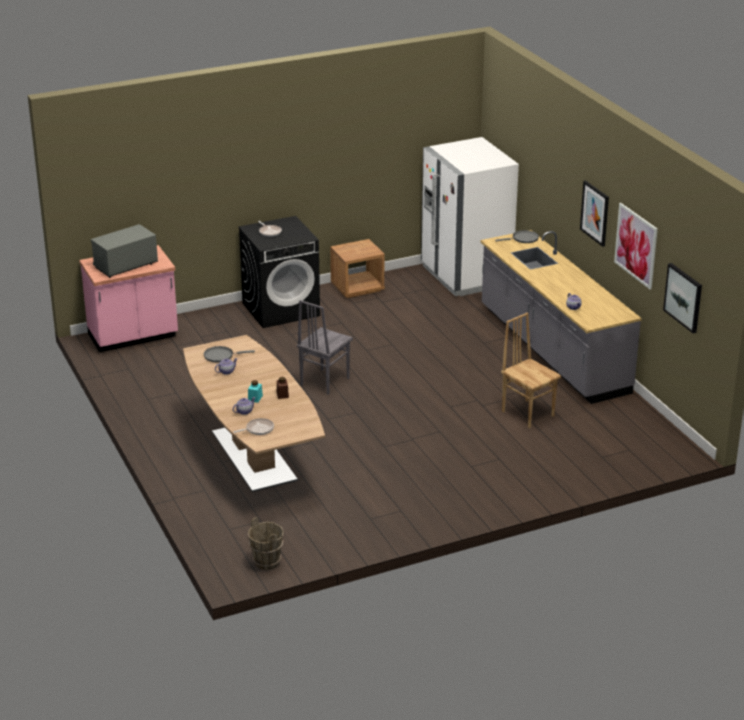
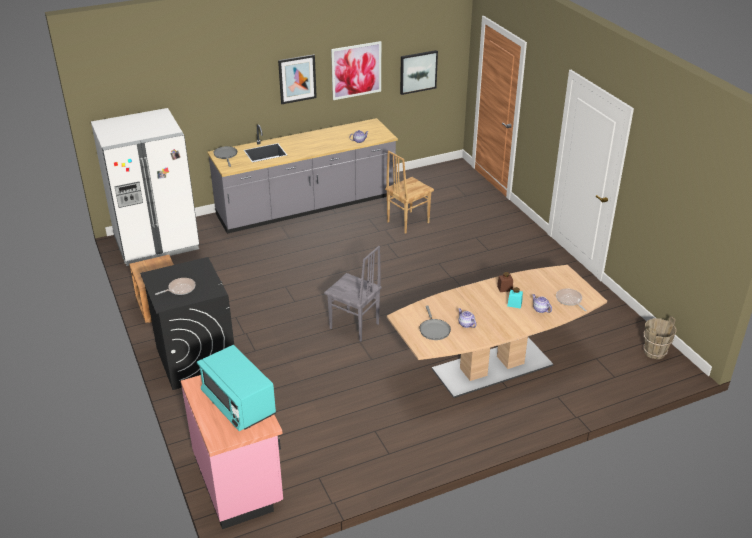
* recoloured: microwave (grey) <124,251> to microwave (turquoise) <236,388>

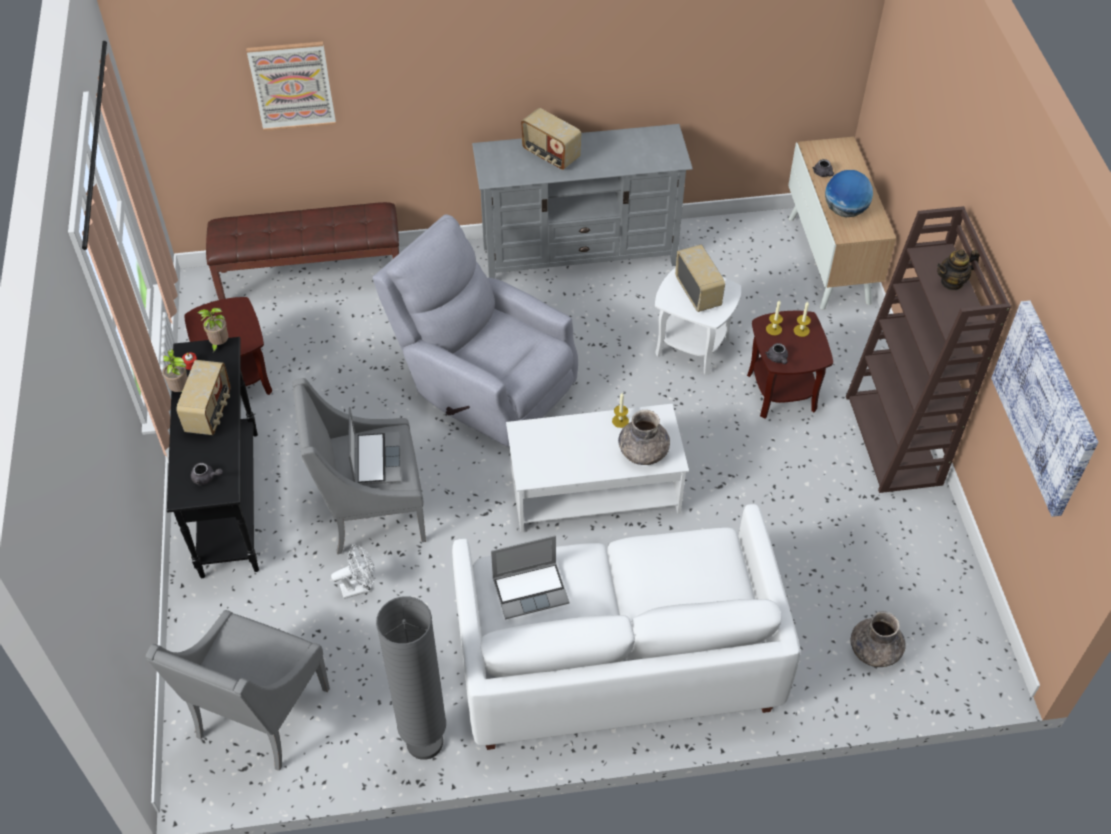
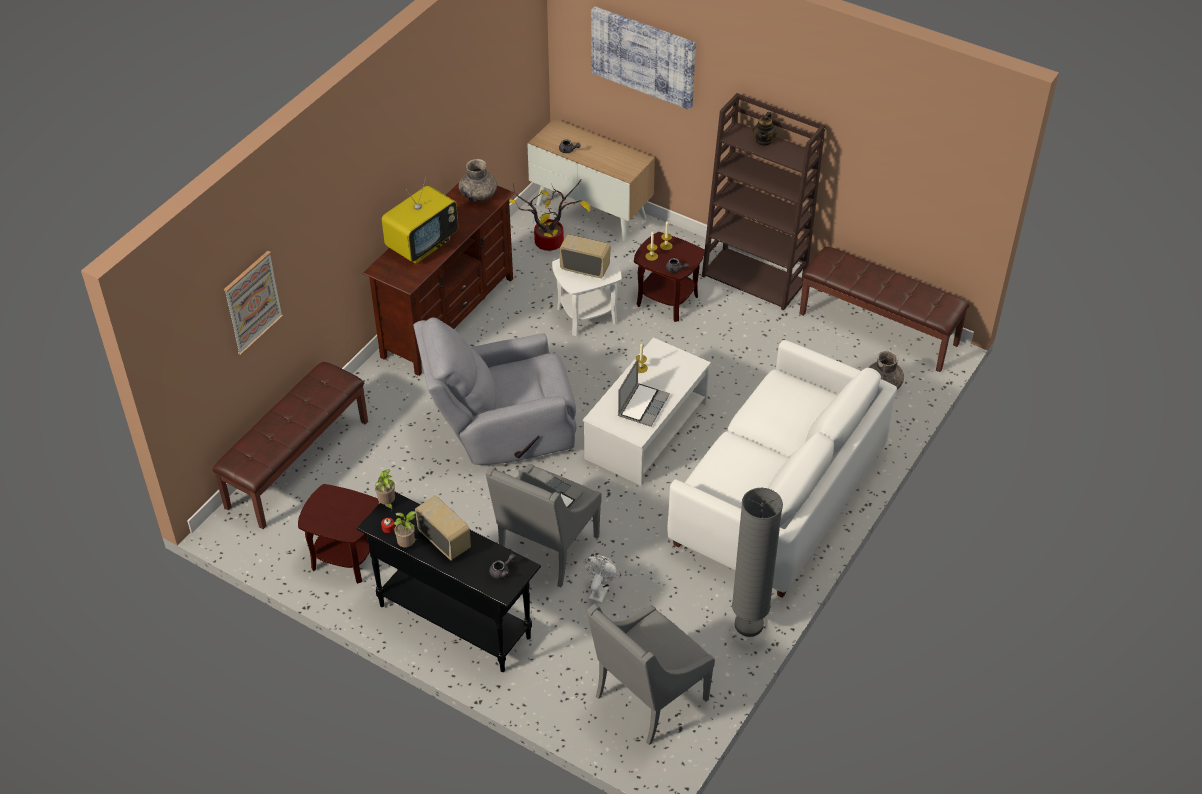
* removed: globe <849,193>
* added: potted plant <550,215>
* added: bench (brown) <884,309>
* moved: laptop <530,577> to <644,392>
* moved: vase (grey) <644,437> to <478,180>
* moved: picture <1045,408> to <643,58>
* replaced: radio <551,139> to television <420,220>
* recoloured: tv stand (grey) <582,201> to tv stand (brown) <438,279>
* turned: armchair (grey) <238,690> = <651,674> 75 degrees clockwise

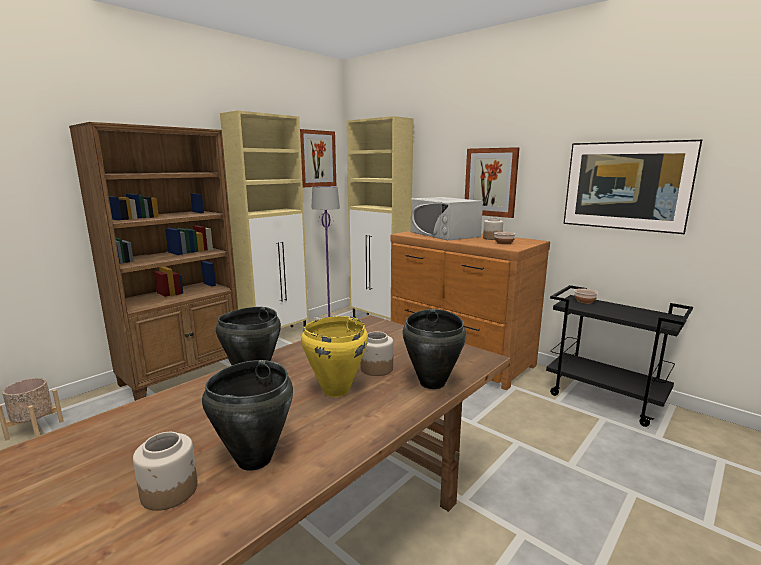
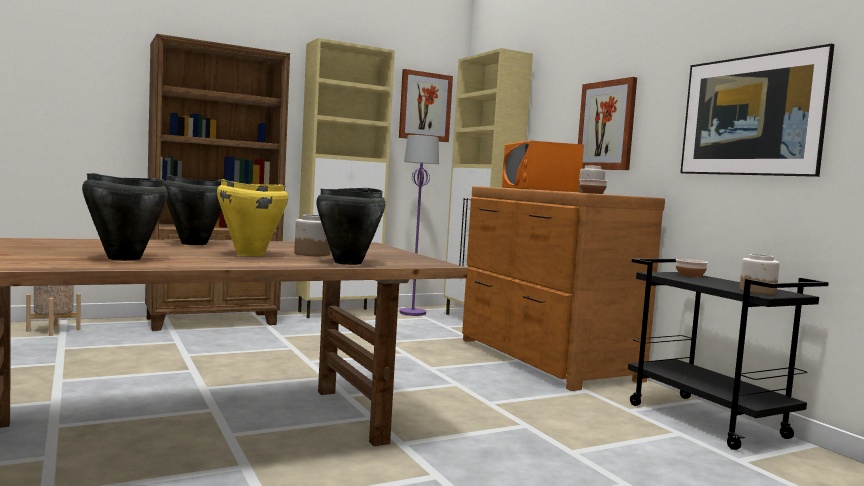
* moved: jar <165,471> to <759,274>
* recoloured: microwave (white) <447,219> to microwave (orange) <543,166>

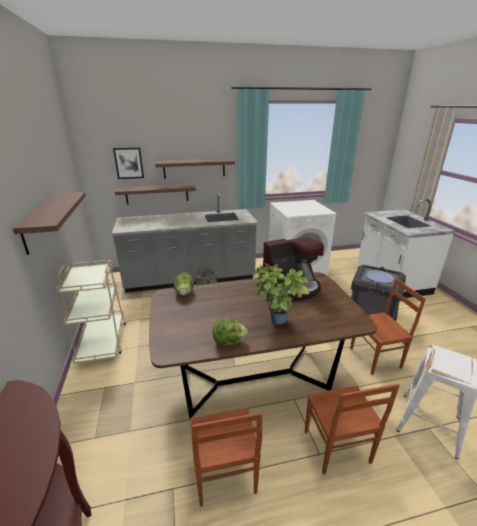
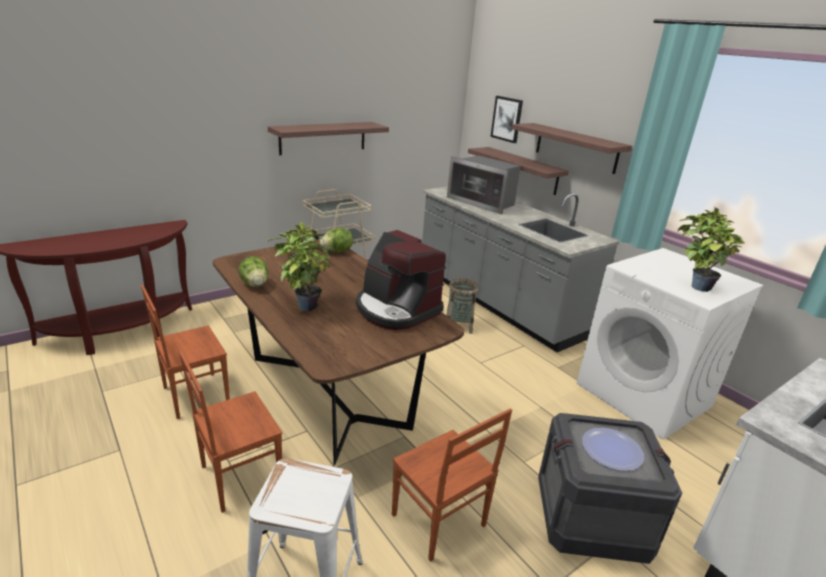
* added: microwave <484,185>
* added: potted plant <711,249>

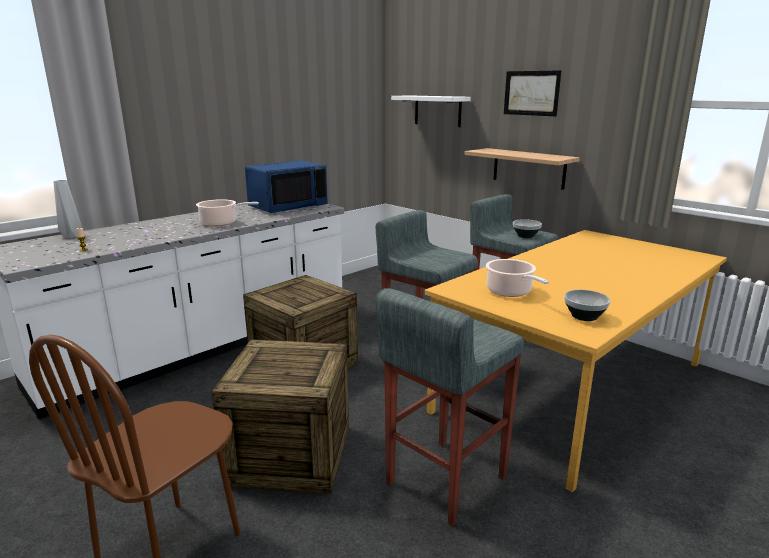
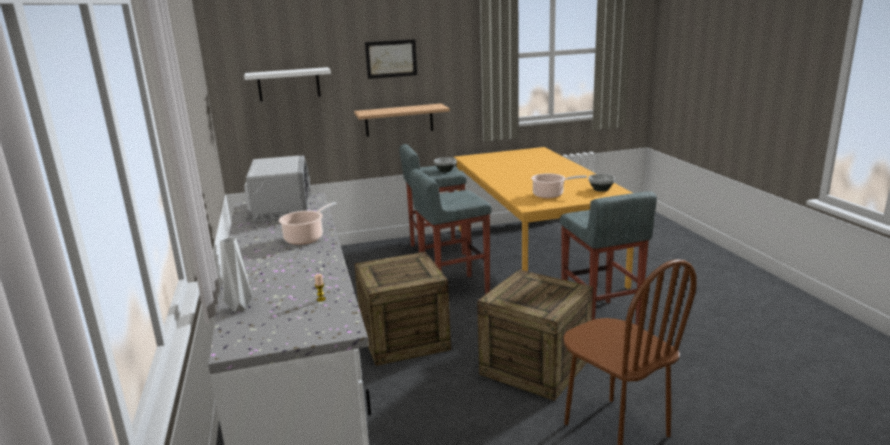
* recoloured: microwave (blue) <286,186> to microwave (grey) <277,188>

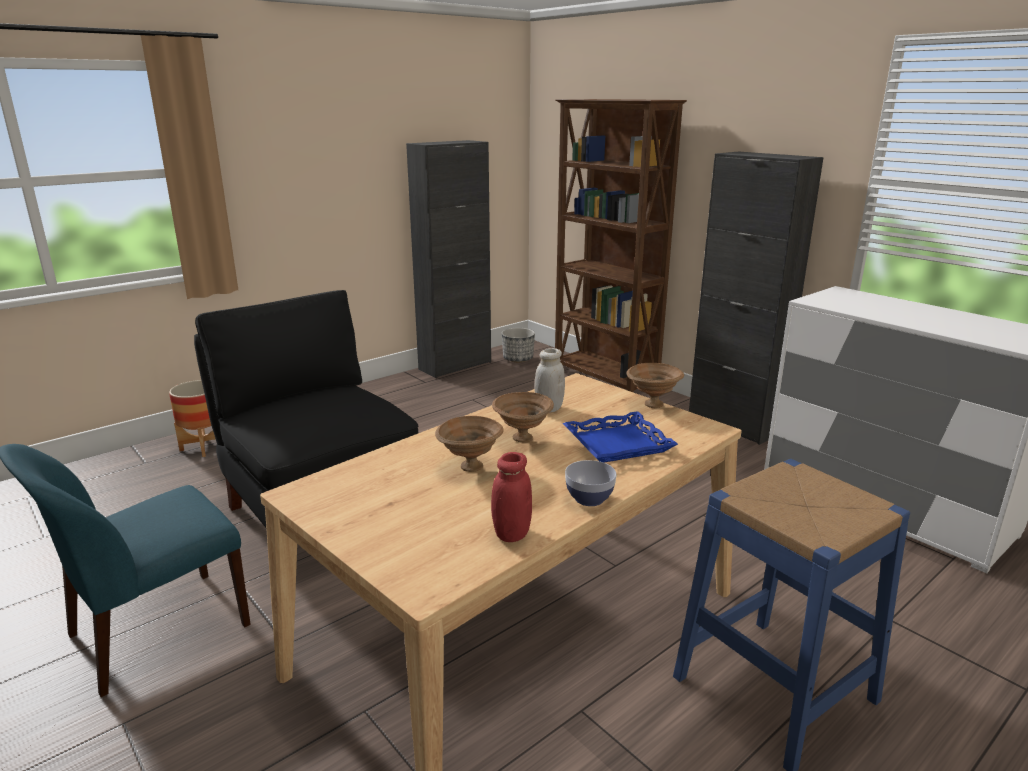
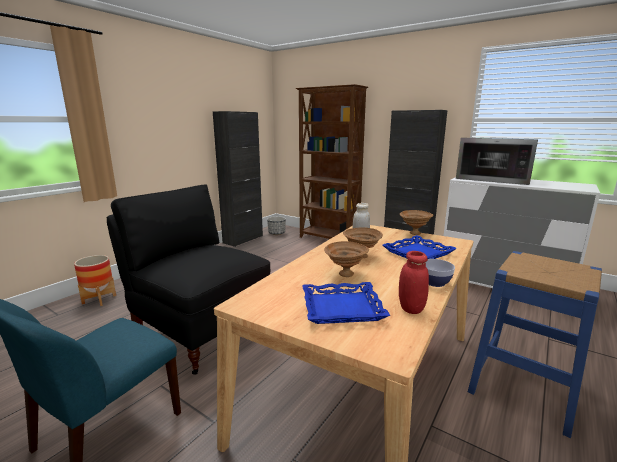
* added: tray (blue) <346,303>
* added: microwave <497,161>

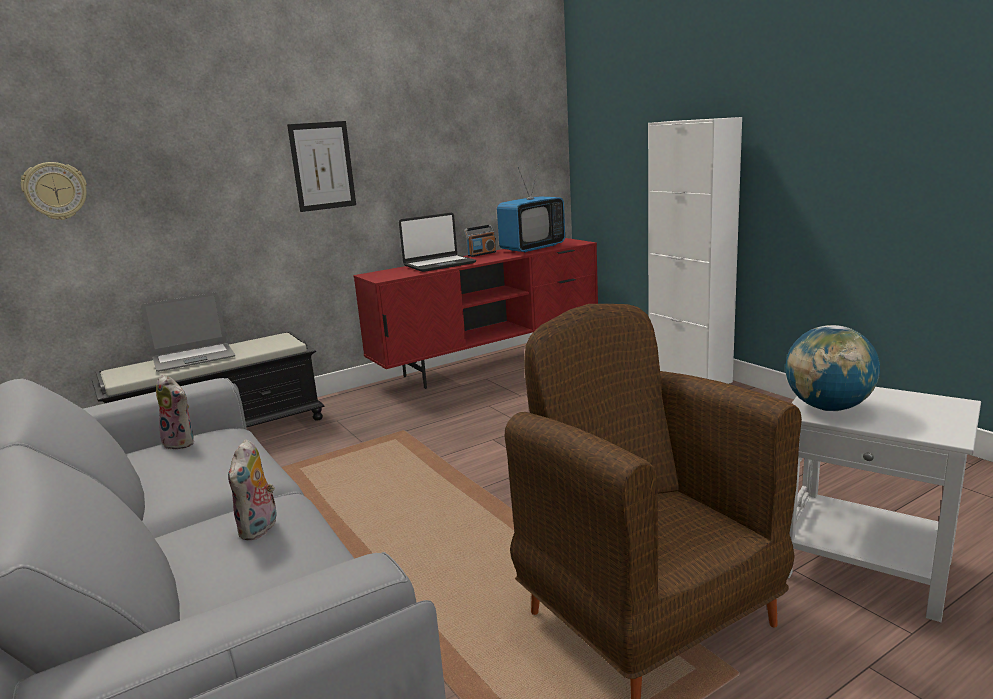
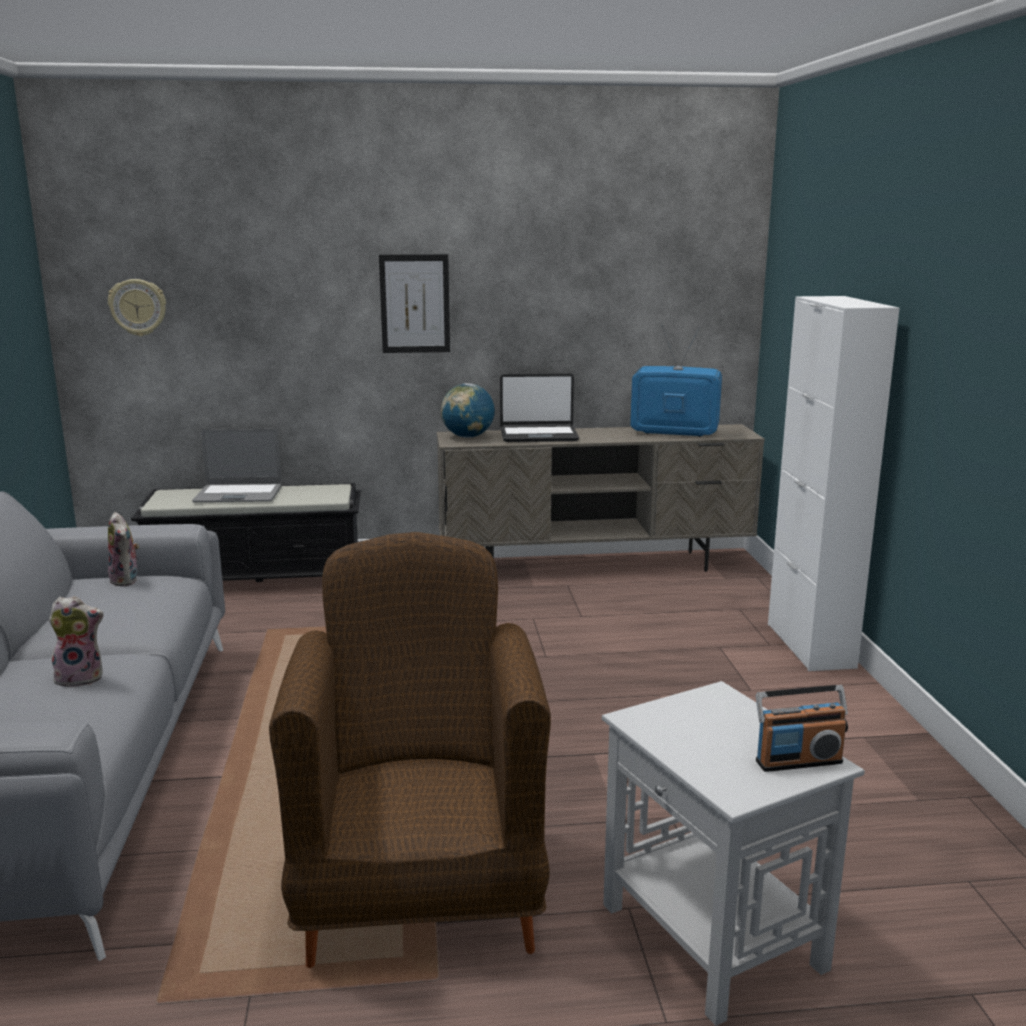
* moved: radio <480,241> to <802,728>
* moved: globe <832,368> to <468,410>
* recoloured: tv stand (red) <475,313> to tv stand (beige) <601,498>
* turned: plush toy <253,489> = <76,641> 135 degrees counterclockwise
* turned: television <531,208> = <676,381> 150 degrees counterclockwise

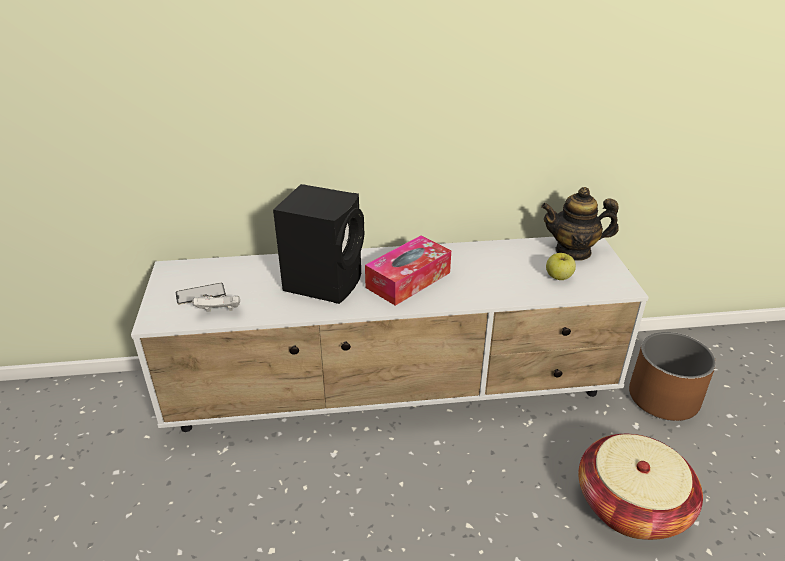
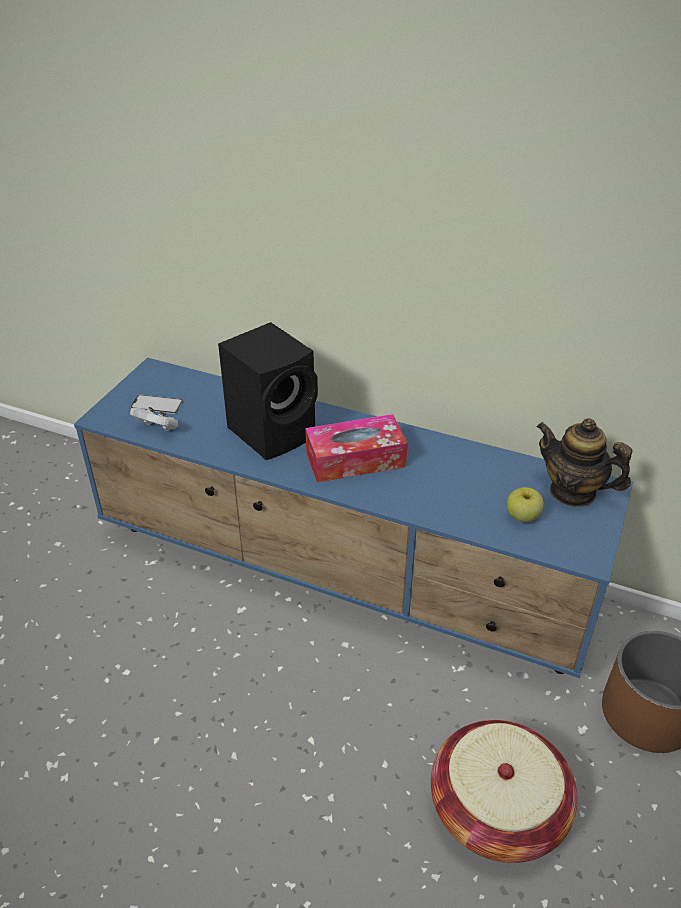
* recoloured: tv stand (white) <390,334> to tv stand (blue) <353,518>

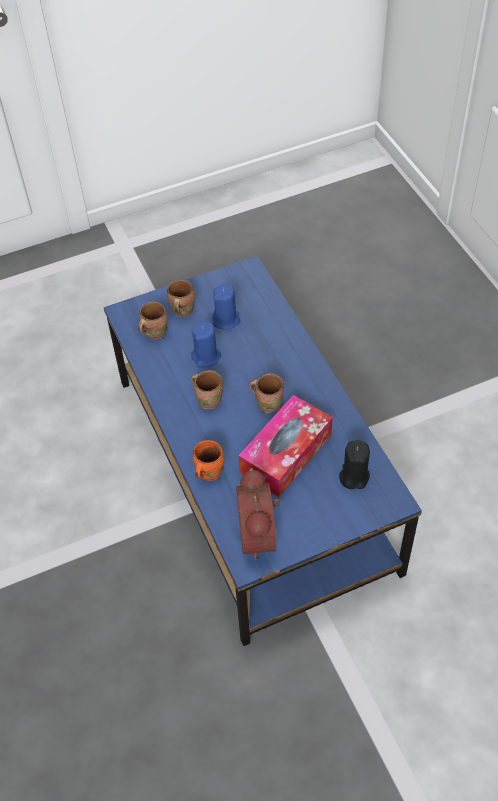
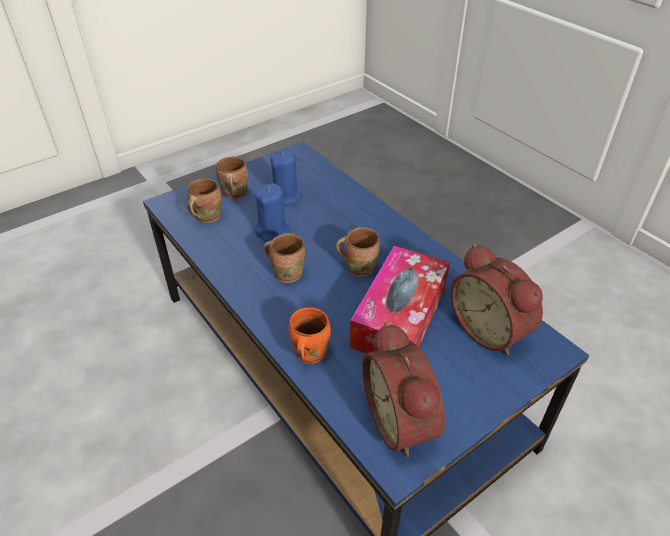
* replaced: candle (black) <354,464> to alarm clock <497,299>

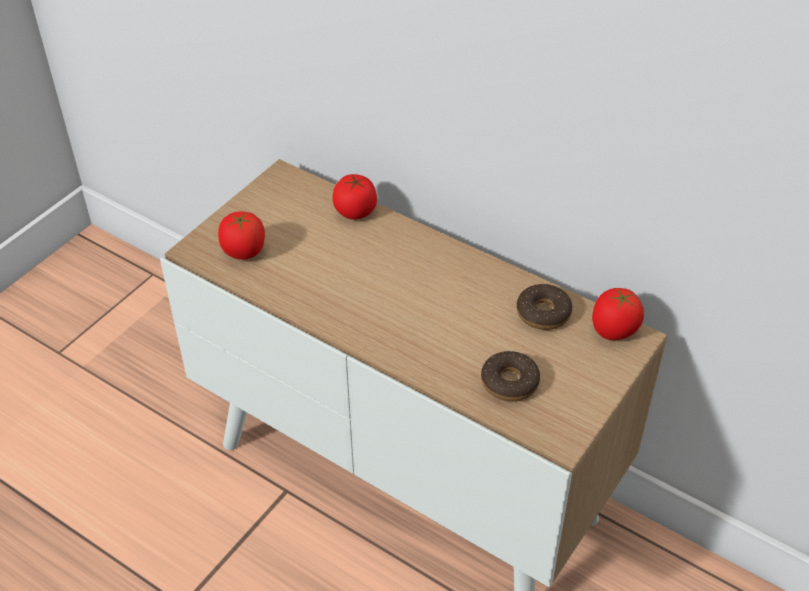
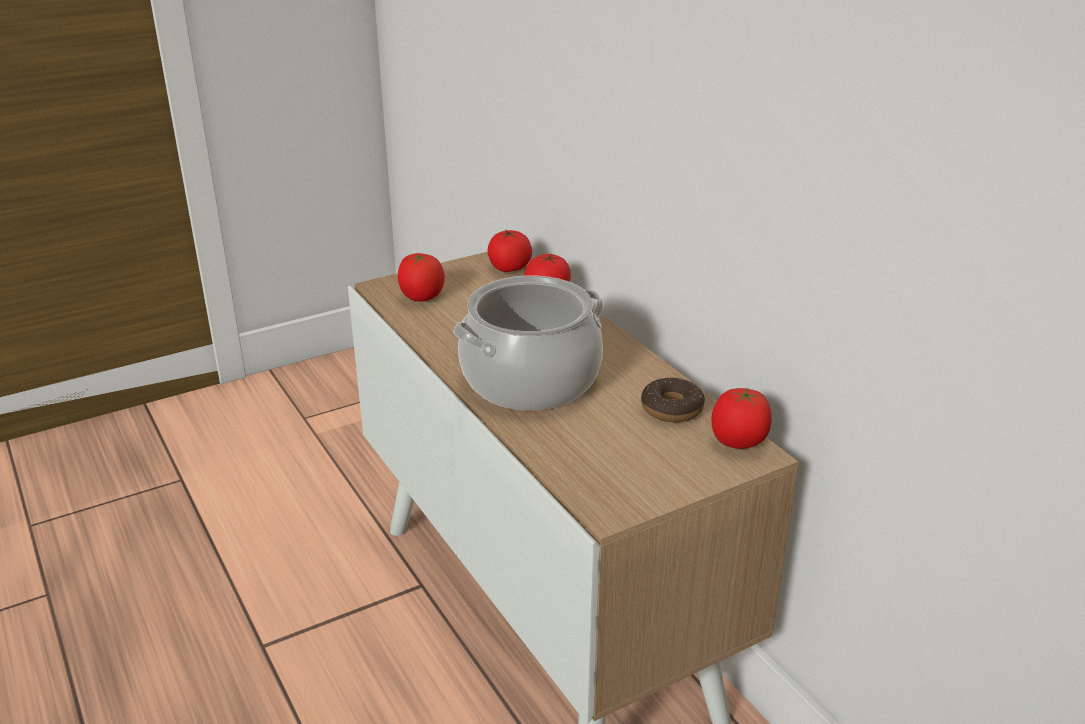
* removed: donut <510,376>
* added: cooking pot <528,343>
* added: tomato <510,250>

